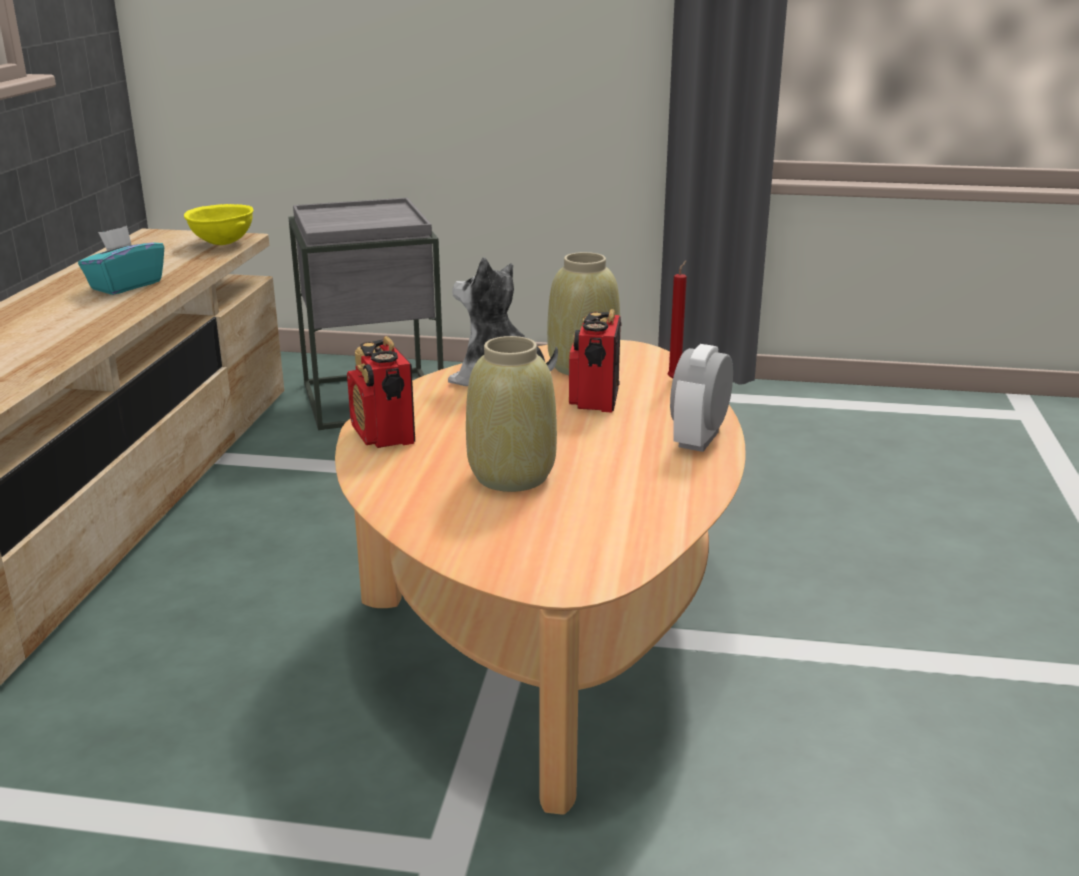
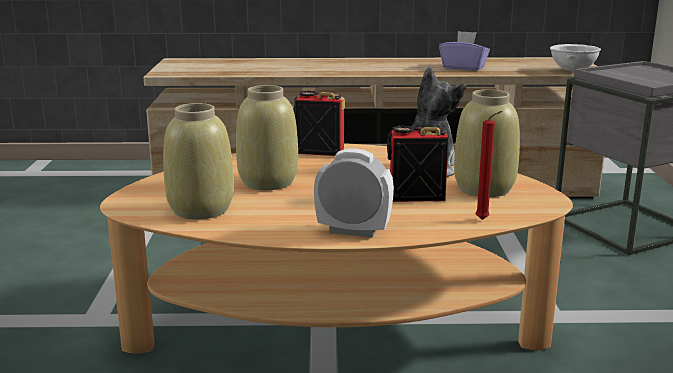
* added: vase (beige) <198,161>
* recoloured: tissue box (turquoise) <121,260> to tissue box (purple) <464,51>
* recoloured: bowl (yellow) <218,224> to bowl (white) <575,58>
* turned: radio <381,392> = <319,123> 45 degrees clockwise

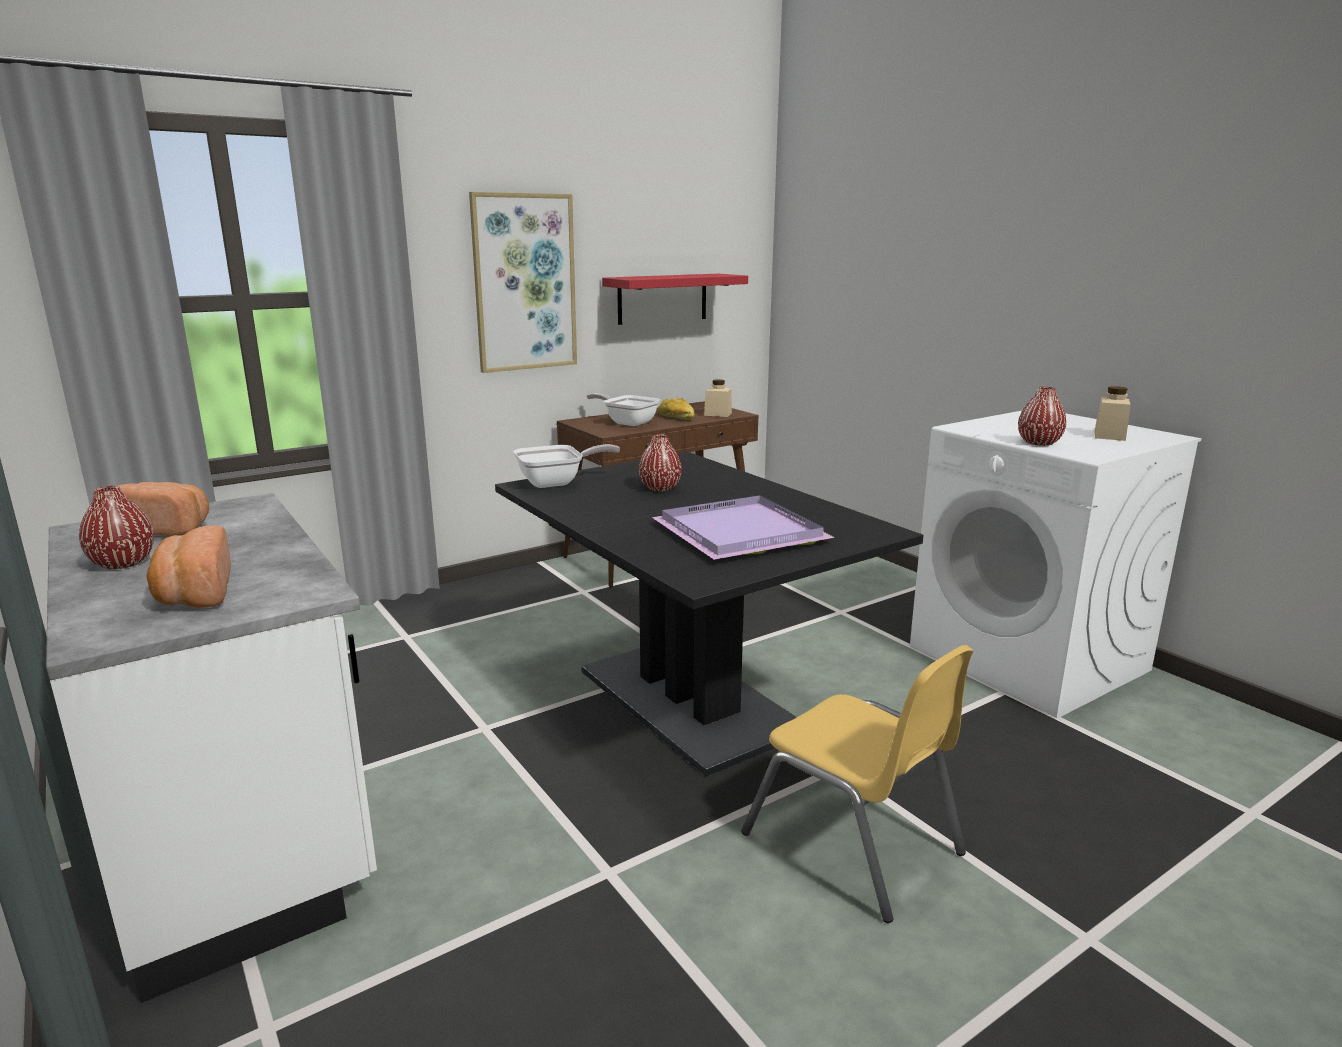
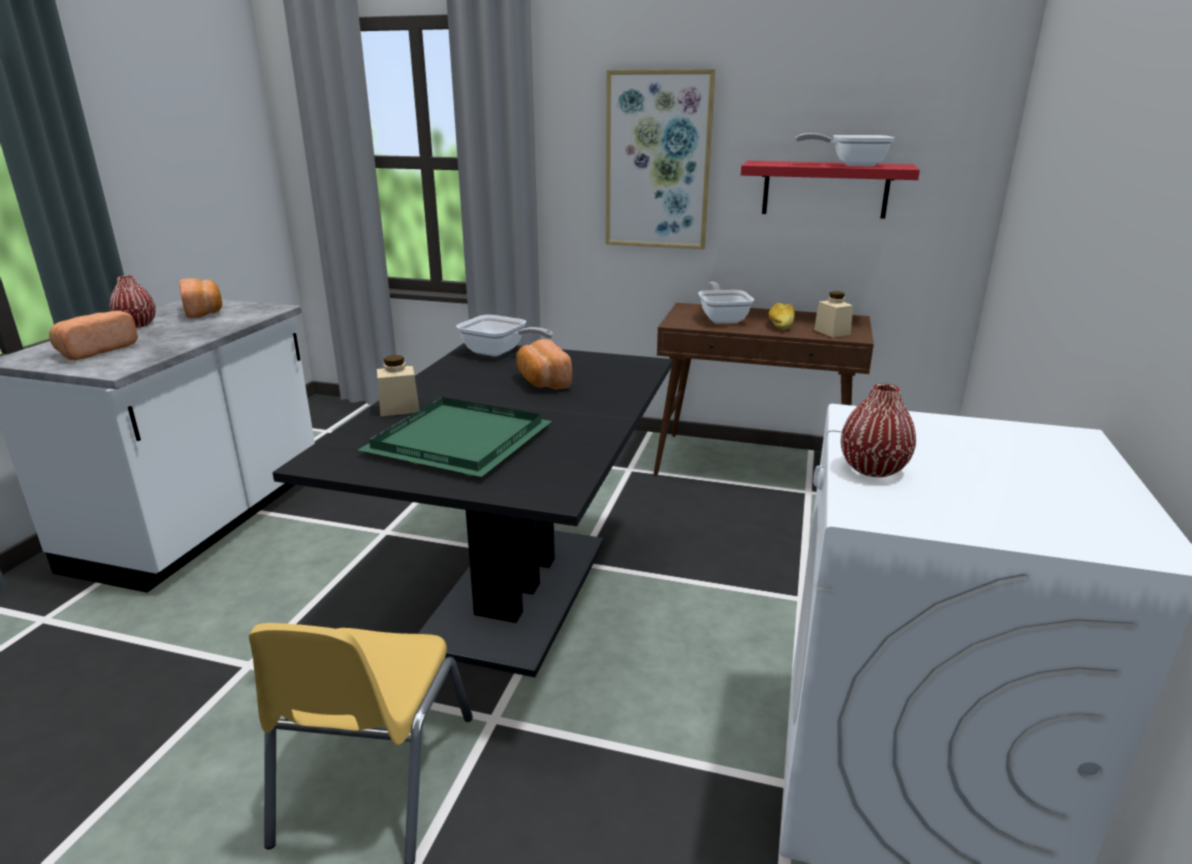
* added: frying pan <845,149>
* moved: jar (beige) <1112,413> to <398,385>
* replaced: vase (red) <660,462> to bread <544,364>
* recoloured: tray (purple) <743,527> to tray (green) <455,437>

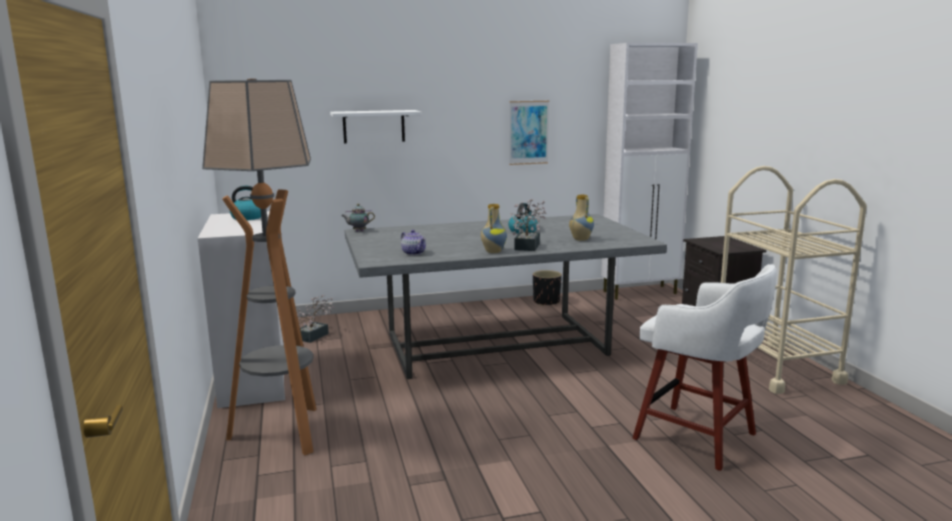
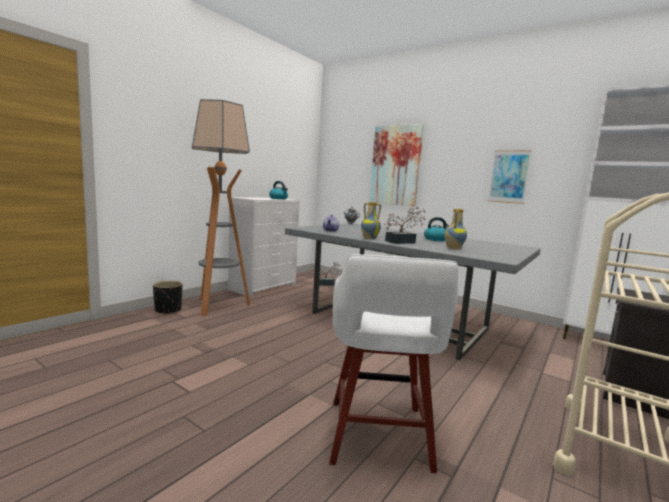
* moved: planter (black) <547,288> to <167,298>
* replaced: shelf (white) <376,126> to picture <396,165>

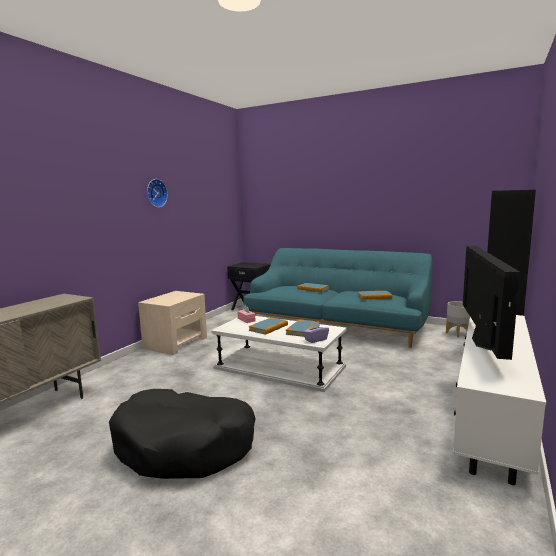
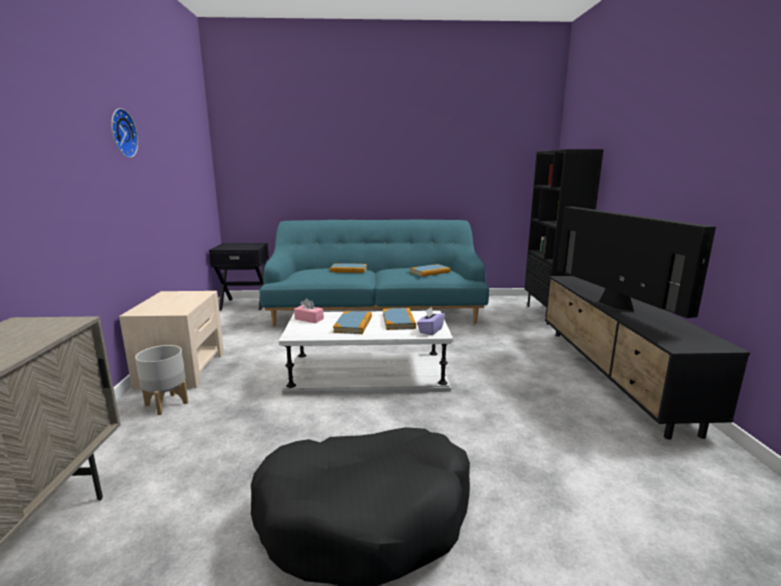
* moved: planter (grey) <458,319> to <161,380>
* recoloured: tv stand (white) <499,400> to tv stand (black) <647,358>

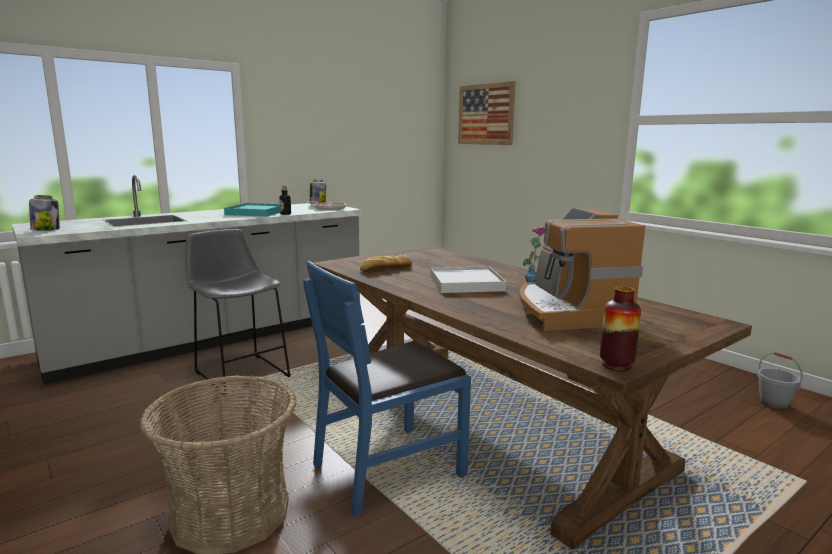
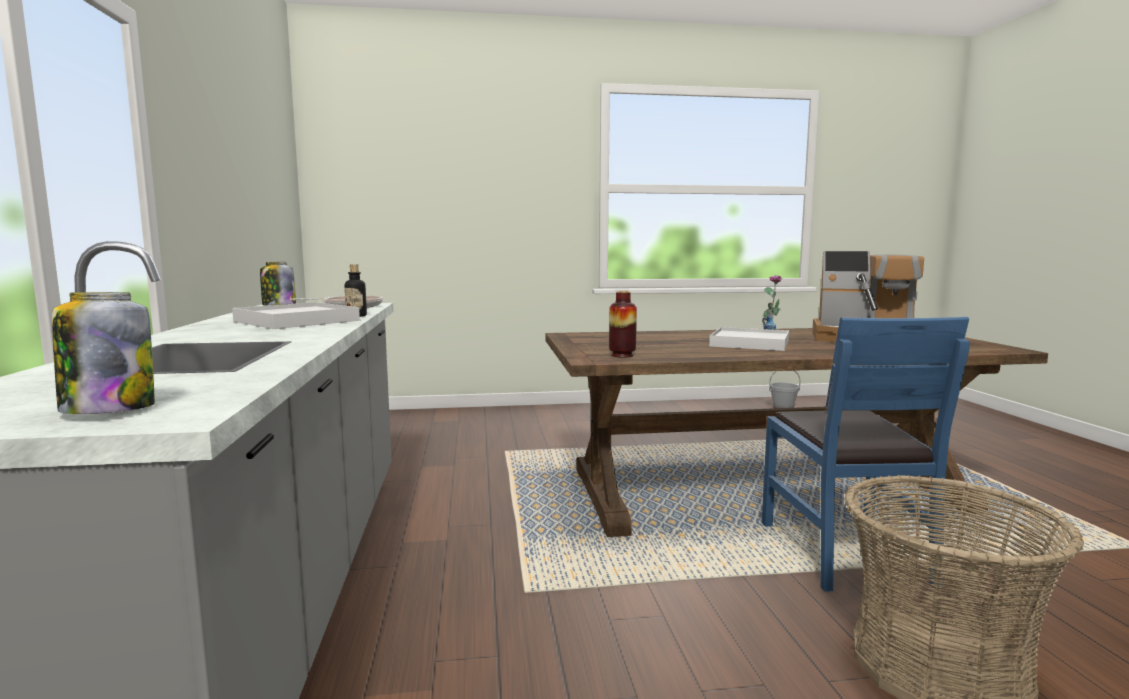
* removed: stool (grey) <238,313>
* removed: bread <386,263>
* removed: picture <487,113>
* moved: vase <620,328> to <623,324>
* recoloured: tray (turquoise) <252,210> to tray (white) <296,315>

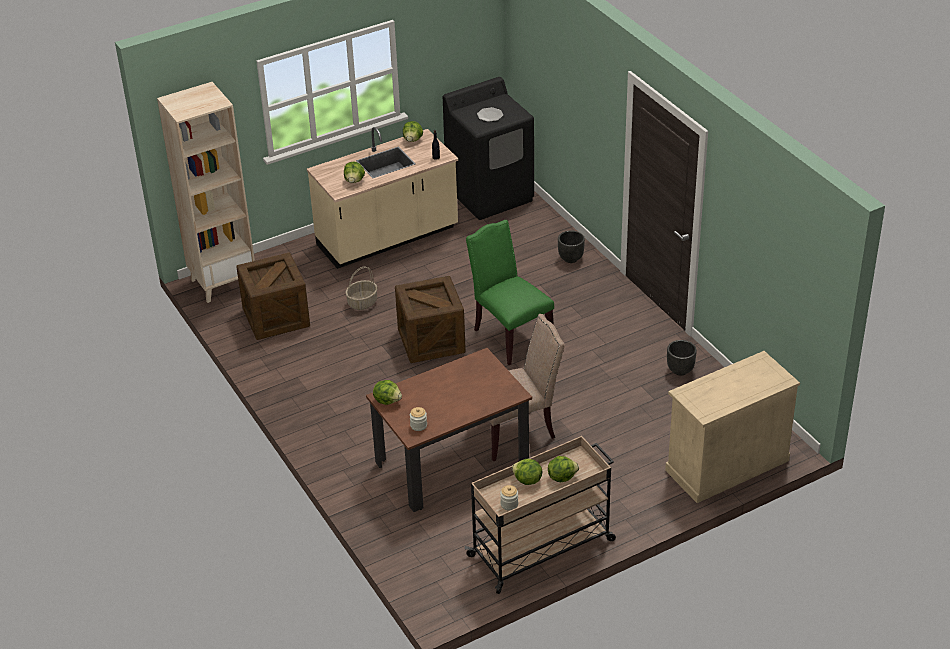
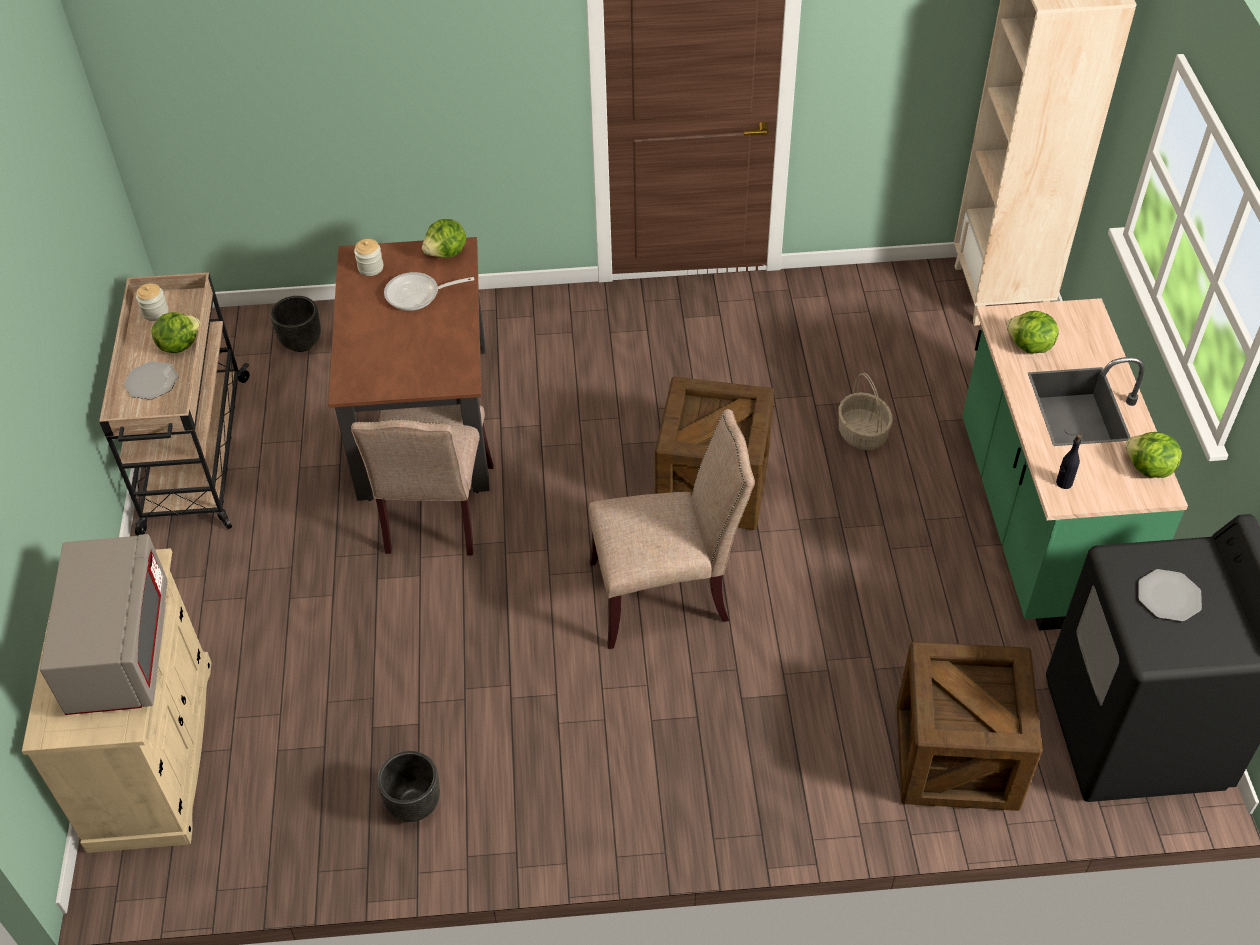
* added: microwave (grey) <104,624>
* added: frying pan <429,291>
* moved: crate <273,296> to <970,726>
* moved: planter (black) <571,246> to <295,324>
* replaced: lettuce <563,469> to plate <151,380>
* recoloured: counter (beige) <382,198> to counter (green) <1075,464>
* recoloured: chair (green) <510,292> to chair (beige) <672,529>

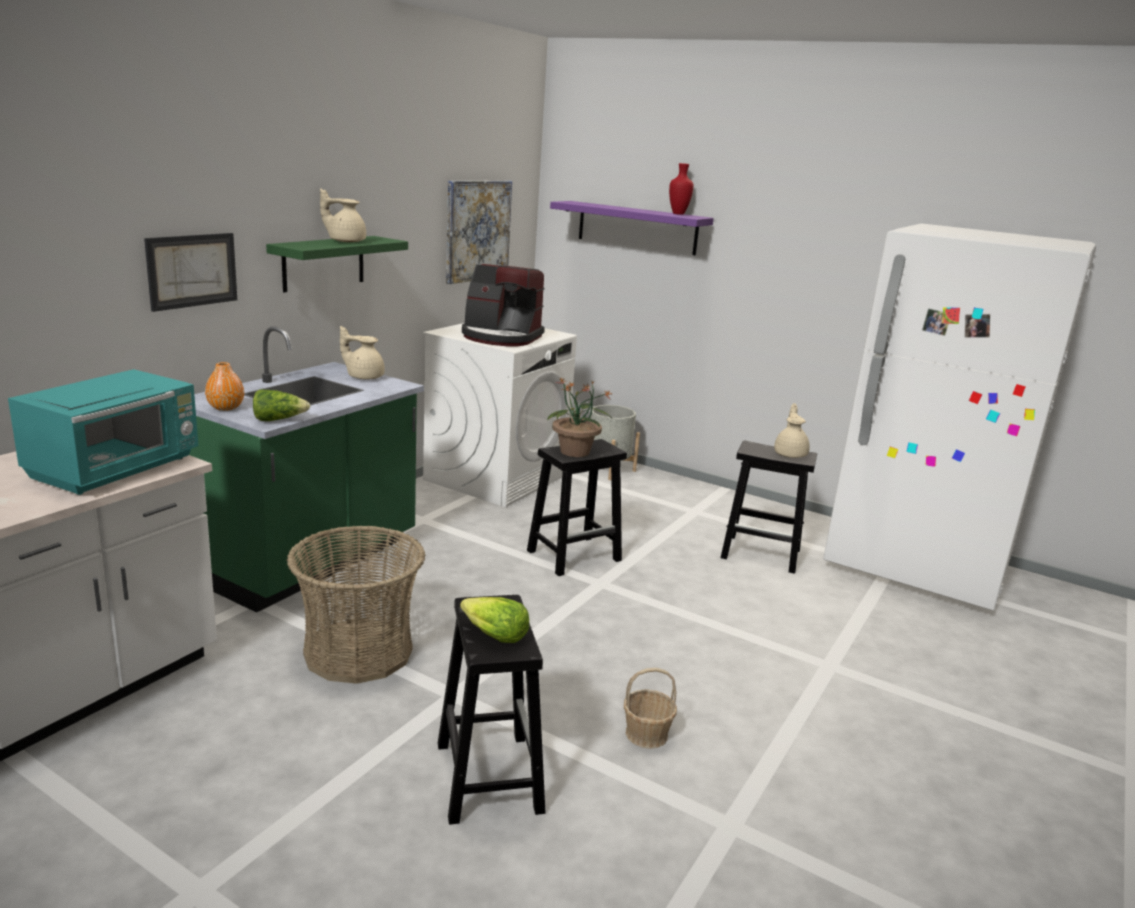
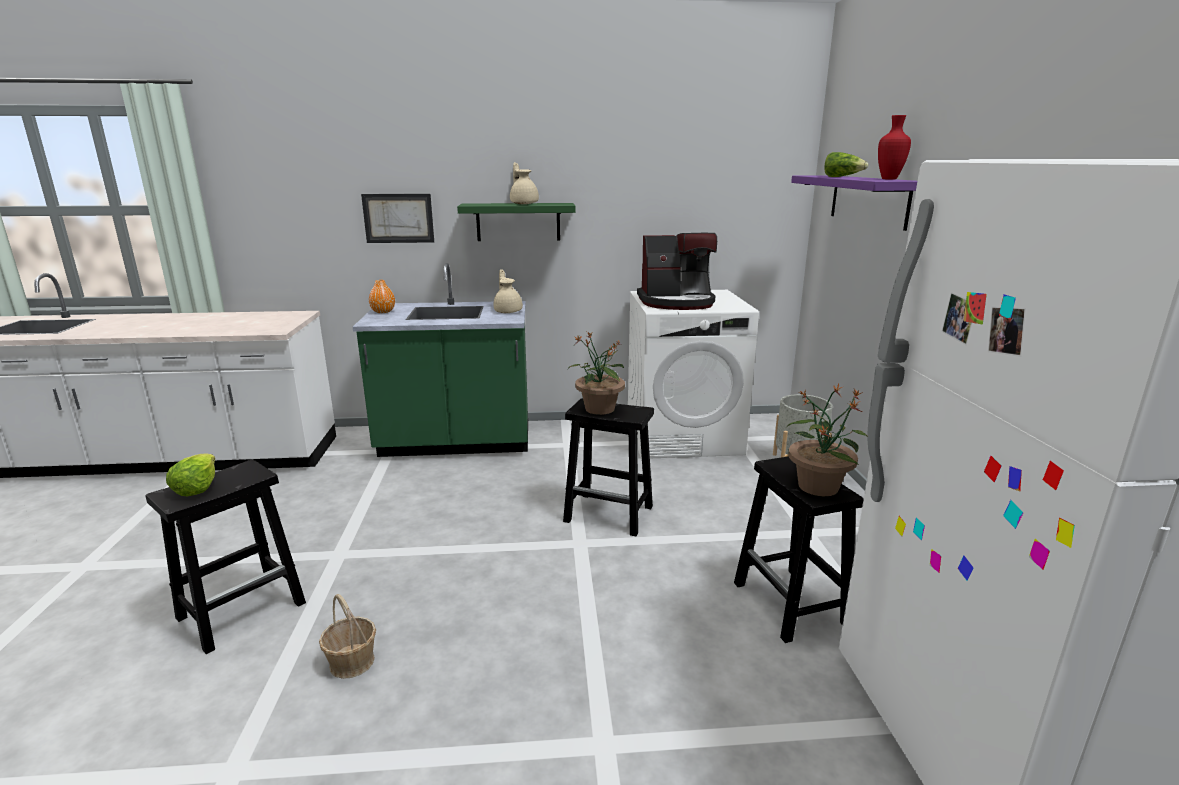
* removed: microwave (turquoise) <103,432>
* removed: basket <356,605>
* removed: picture <479,232>
* moved: lettuce <281,405> to <846,164>
* replaced: teapot (beige) <792,430> to potted plant <827,440>
* turned: coffee machine <503,305> = <677,271> 75 degrees counterclockwise

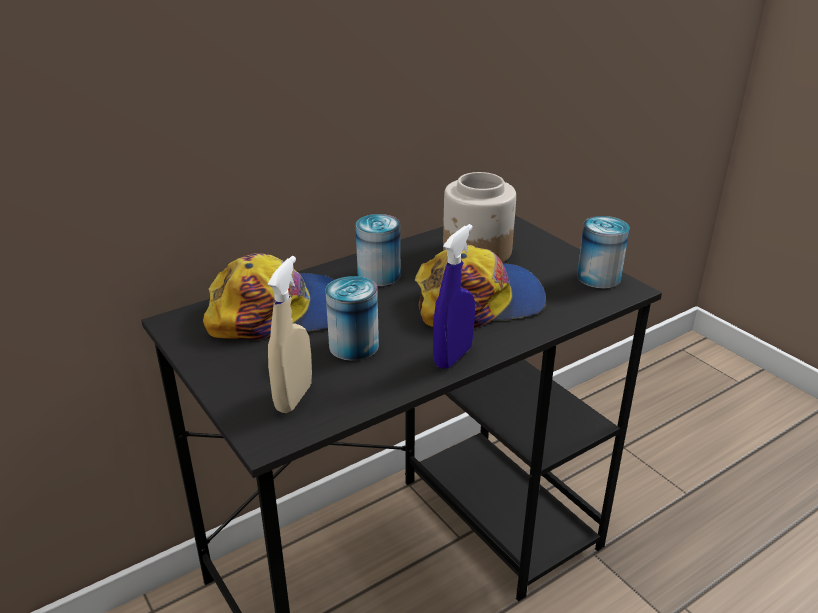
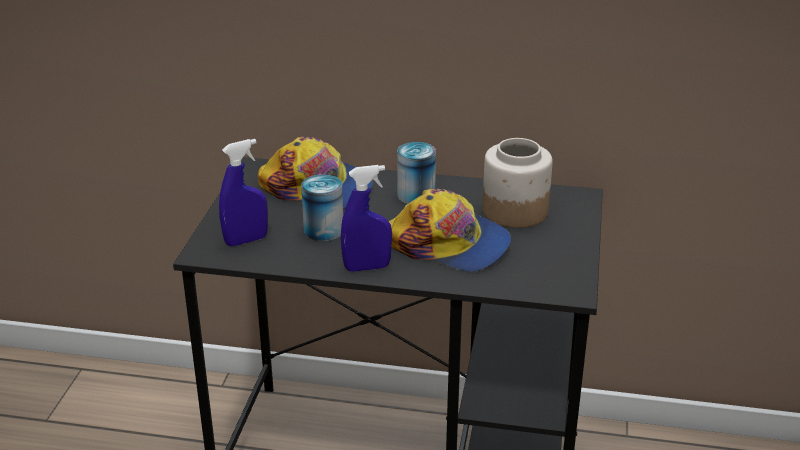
* removed: can <603,252>
* recoloured: spray bottle (beige) <290,334> to spray bottle (blue) <243,192>

